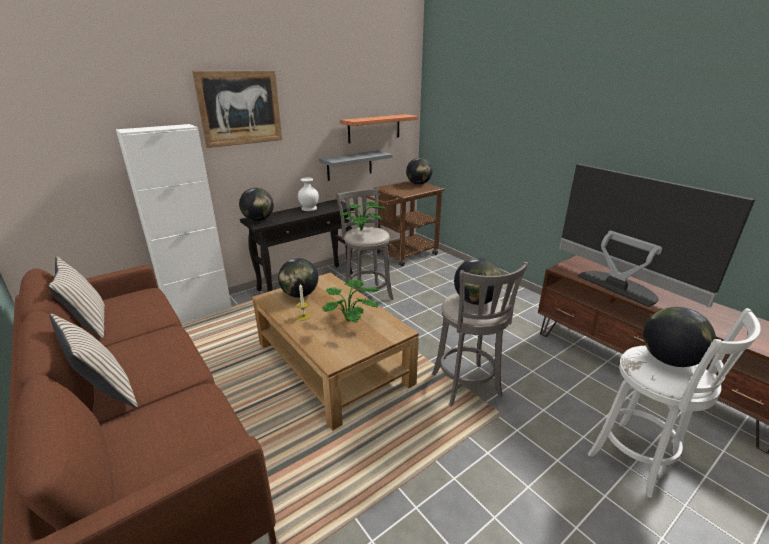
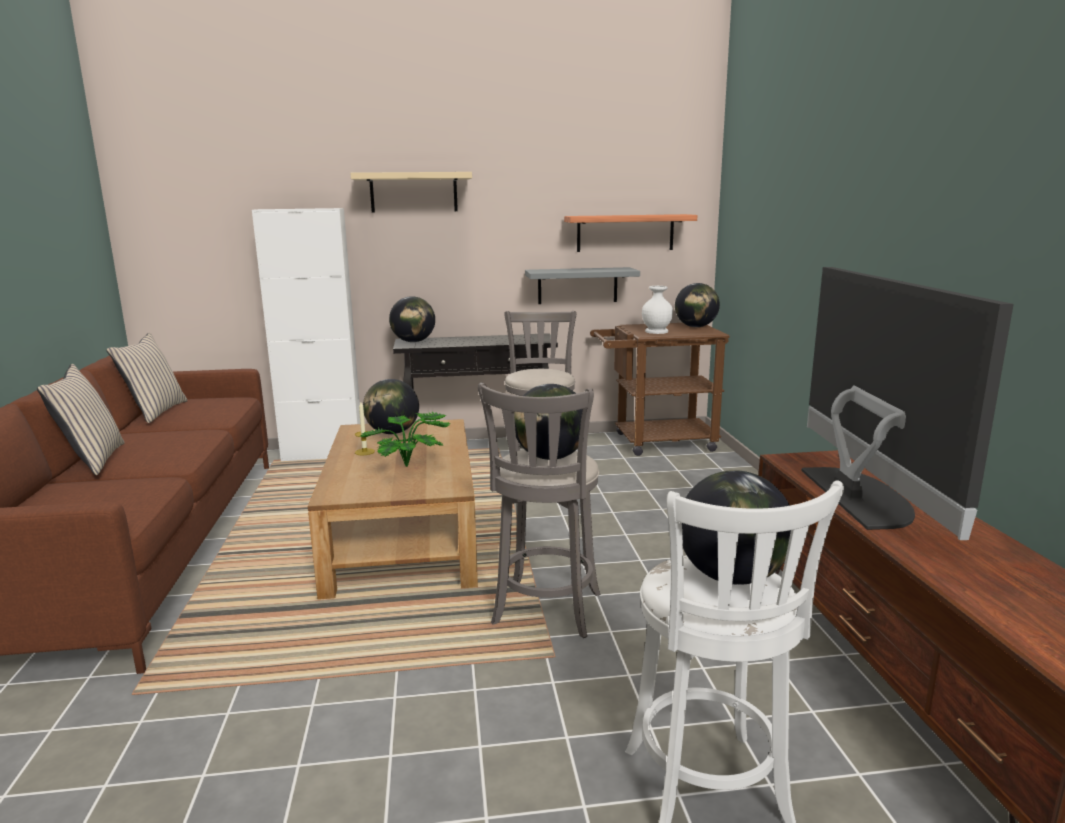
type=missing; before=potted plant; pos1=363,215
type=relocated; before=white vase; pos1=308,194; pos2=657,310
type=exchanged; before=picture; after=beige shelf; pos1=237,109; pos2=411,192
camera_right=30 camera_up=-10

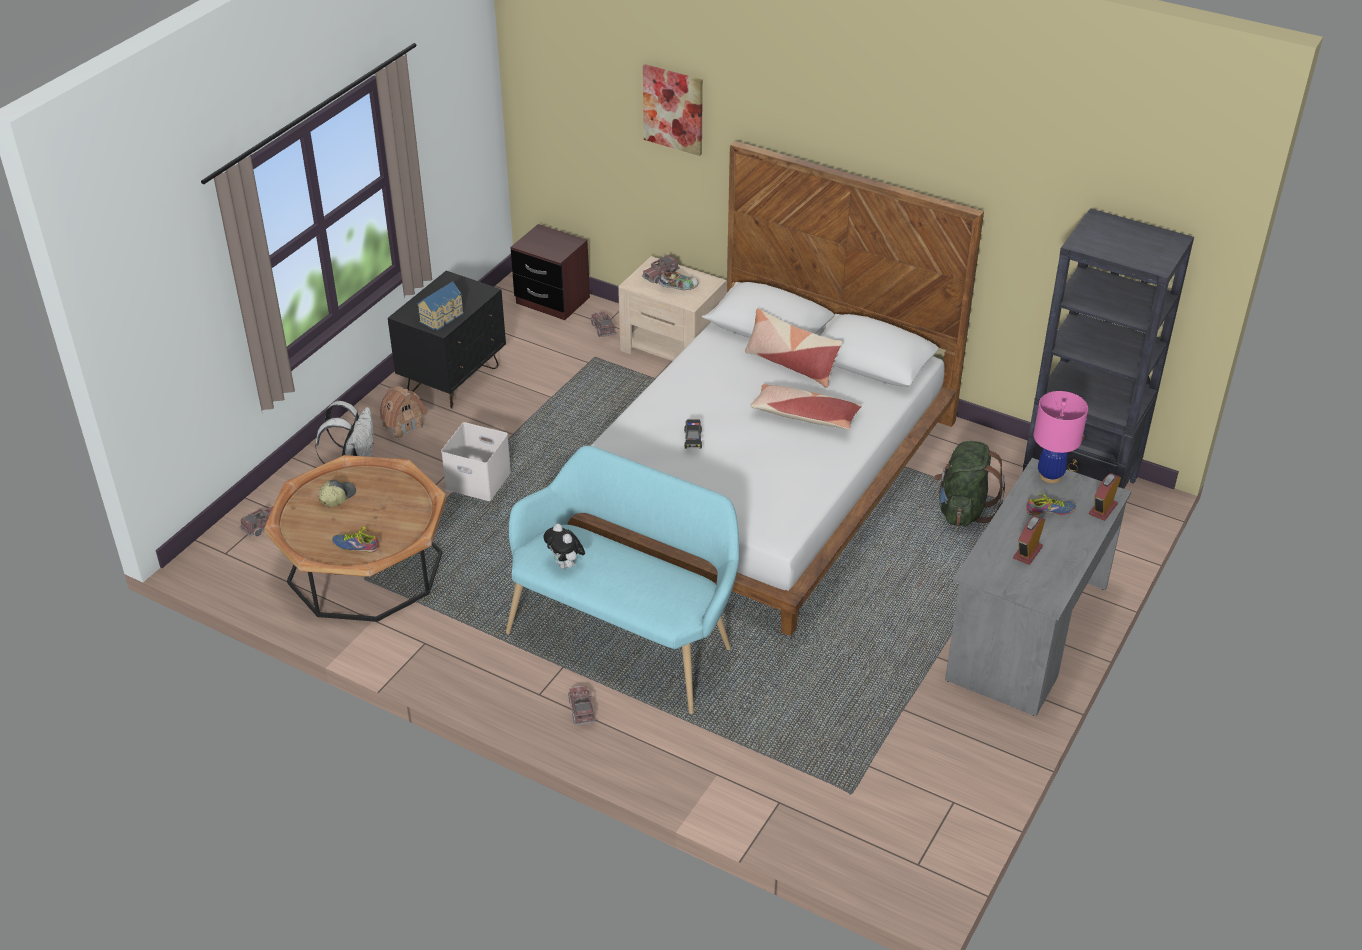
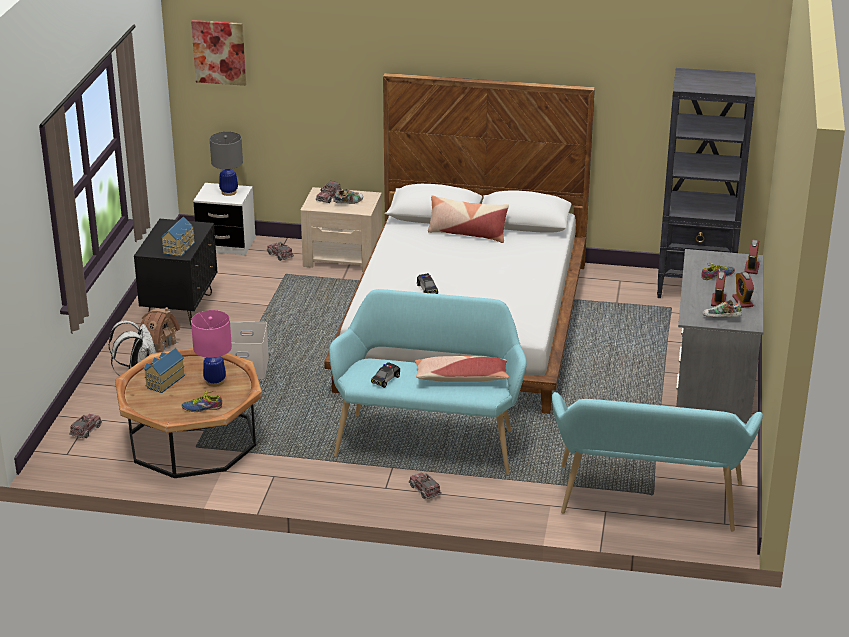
type=missing; before=green backpack; pos1=969,483
type=appeared; after=grey table lamp; pos2=226,164
type=appeared; after=turquoise bench; pos2=657,462
type=appeared; after=shoe; pos2=722,308
type=appeared; after=alarm clock; pos2=743,290
type=relocated; before=picture; pos1=673,110; pos2=218,53
type=relocated; before=pillow; pos1=806,406; pos2=462,369
type=relocated; before=pink table lamp; pos1=1061,437; pos2=211,348
type=exchanged; before=cap; after=toy house; pos1=337,493; pos2=164,370
type=exchanged; before=plush toy; after=toy car; pos1=564,546; pos2=385,375
type=colour; before=brown nightstand; after=white nightstand; pos1=550,272; pos2=224,219
camera_right=-20 camera_up=-10

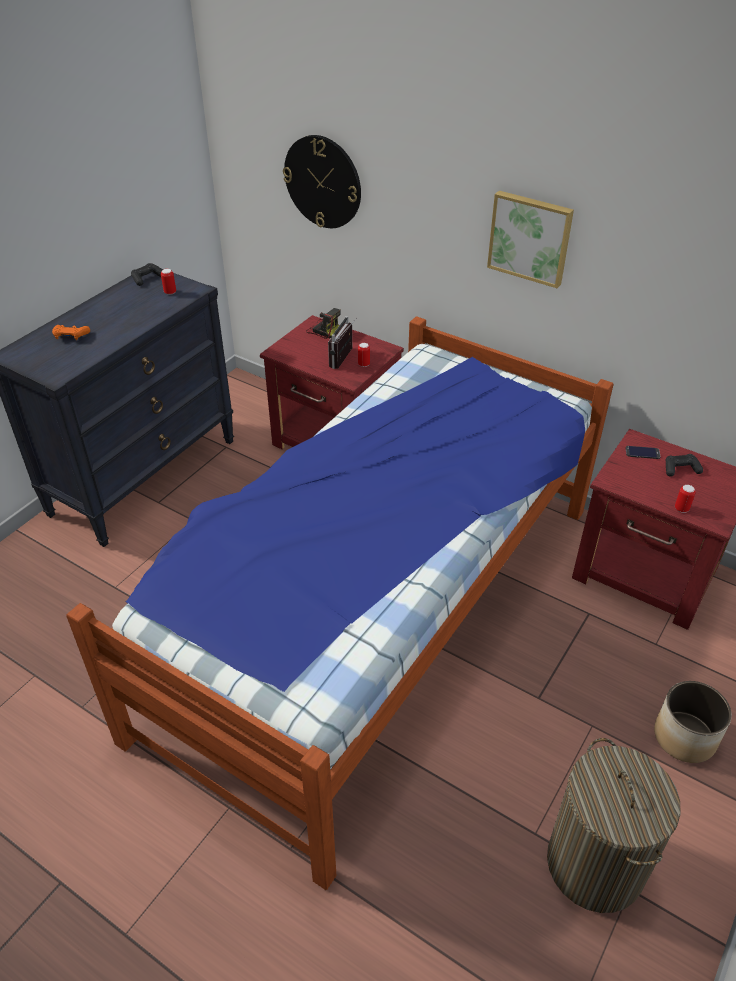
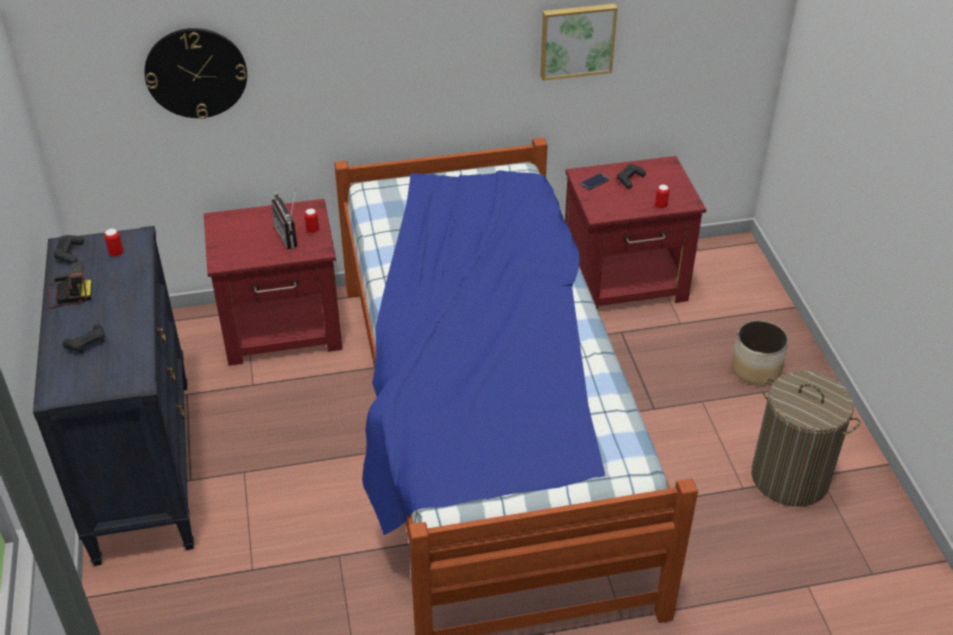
type=relocated; before=photo camera; pos1=323,323; pos2=70,285
type=relocated; before=picture; pos1=530,239; pos2=579,42
type=colour; before=orange game controller; after=black game controller; pos1=71,332; pos2=84,338
camera_right=-45 camera_up=0

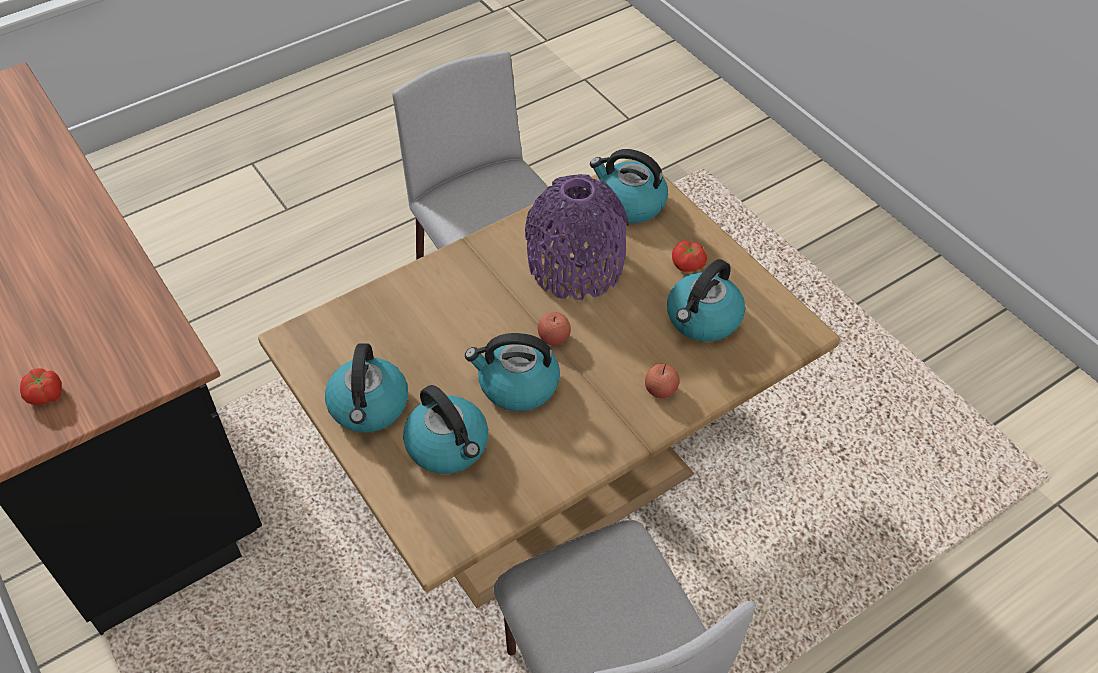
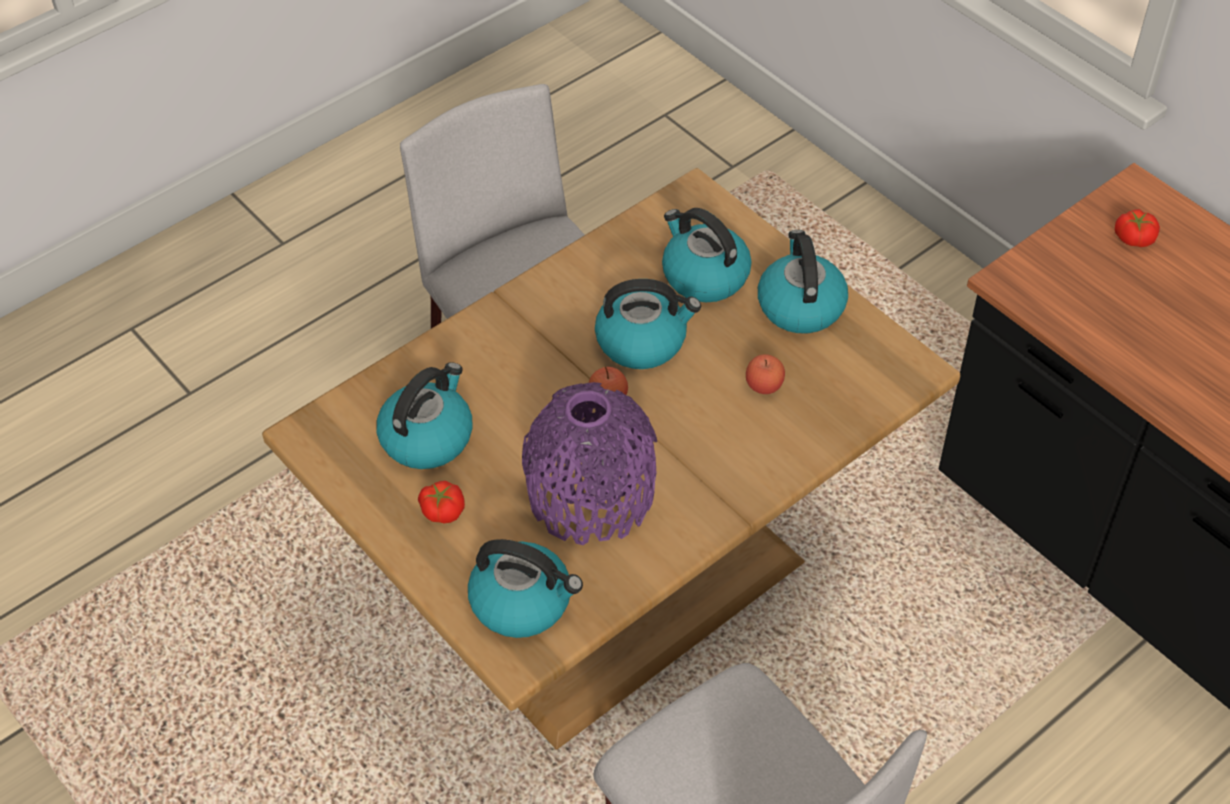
type=relocated; before=apple; pos1=662,381; pos2=765,374
camera_right=175 camera_up=0

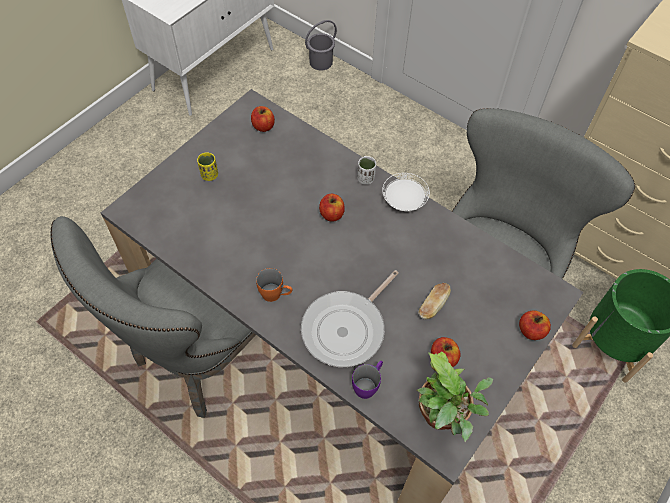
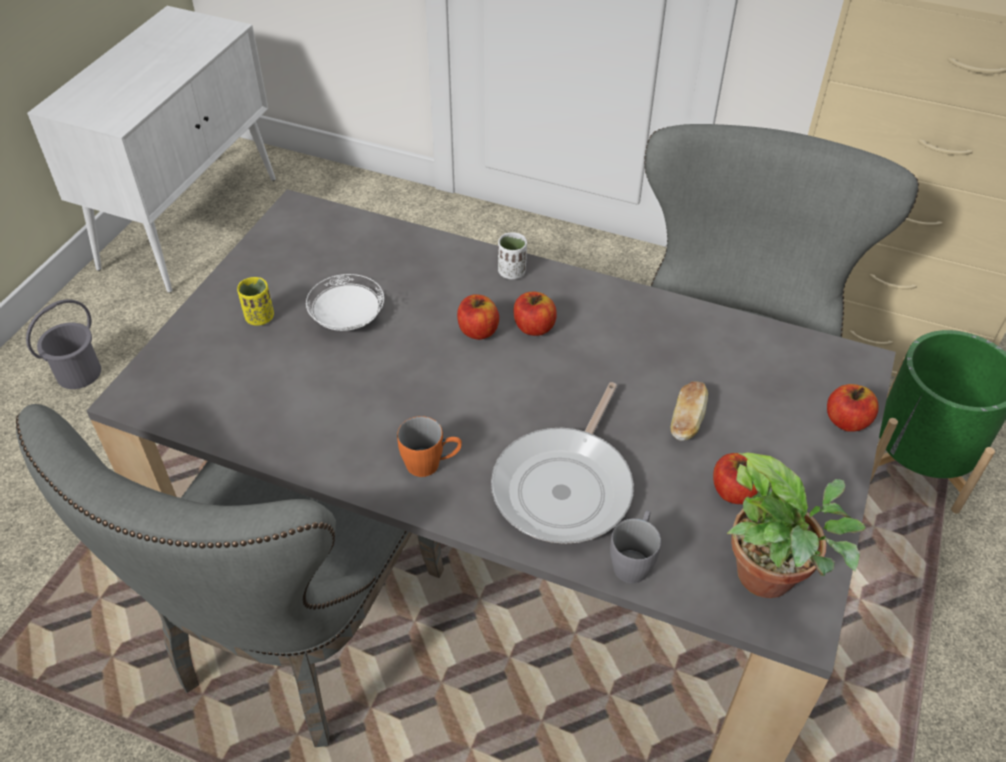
type=relocated; before=apple; pos1=263,119; pos2=535,313
type=relocated; before=grey bucket; pos1=321,45; pos2=63,344
type=relocated; before=white plate; pos1=406,192; pos2=345,302
type=colour; before=purple mug; after=grey mug; pos1=367,379; pos2=635,547
camera_right=-15 camera_up=-10

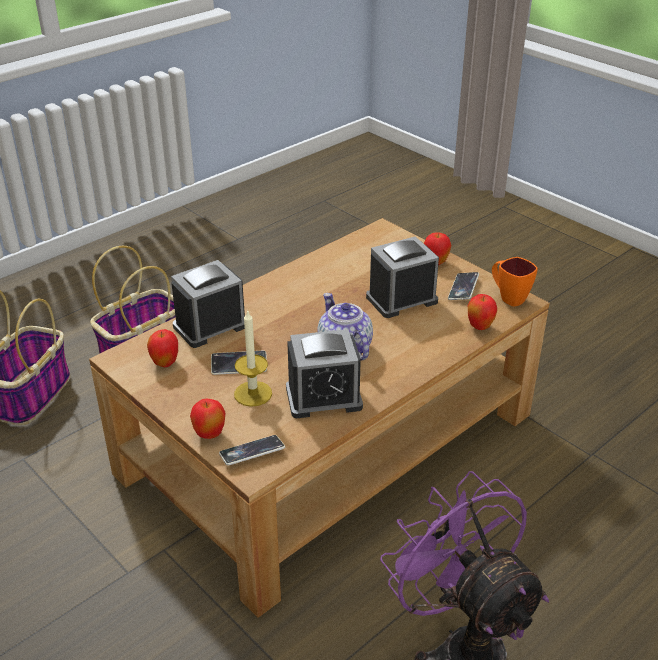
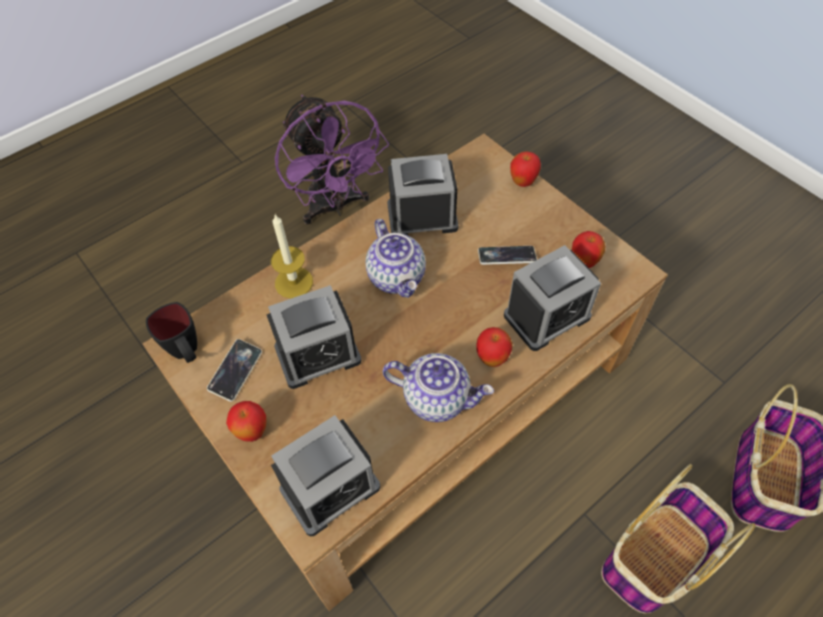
type=missing; before=phone; pos1=252,450
type=appeared; after=alarm clock; pos2=325,475
type=appeared; after=teapot; pos2=438,387
type=relocated; before=candle; pos1=253,358; pos2=292,256
type=relocated; before=apple; pos1=482,312; pos2=494,347
type=colour; before=orange mug; after=black mug; pos1=515,282; pos2=171,332
camera_right=-175 camera_up=20

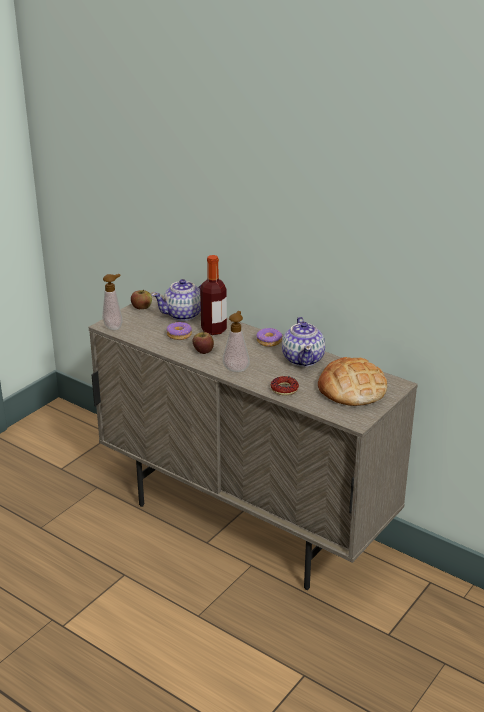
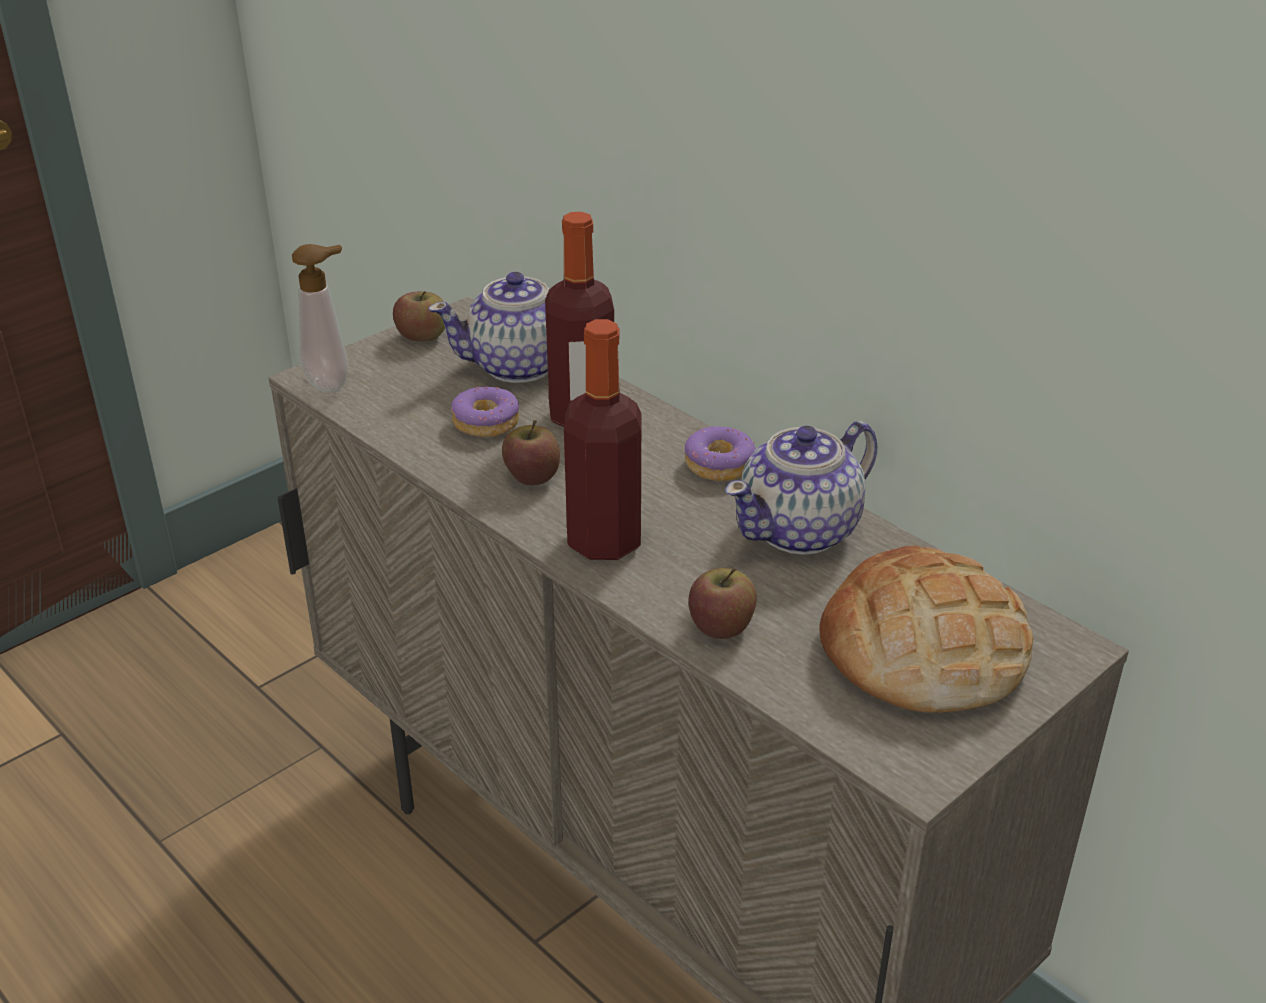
type=exchanged; before=soap dispenser; after=bottle; pos1=236,341; pos2=603,439
type=exchanged; before=donut; after=apple; pos1=284,386; pos2=723,603
type=spun; before=teapot; pos1=303,342; pos2=801,488; turn=45
camera_right=10 camera_up=5

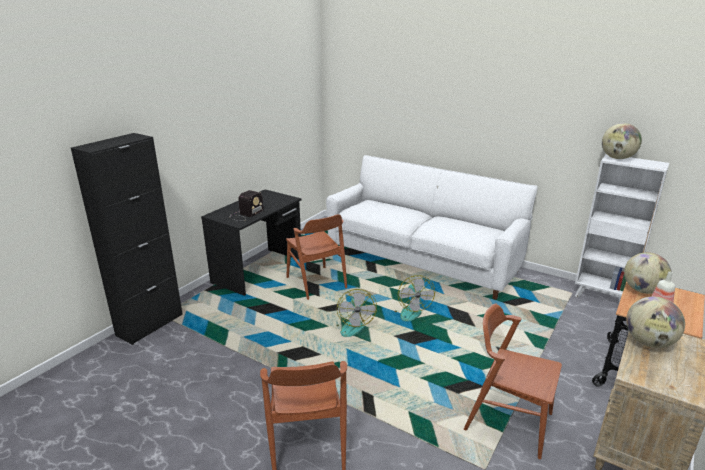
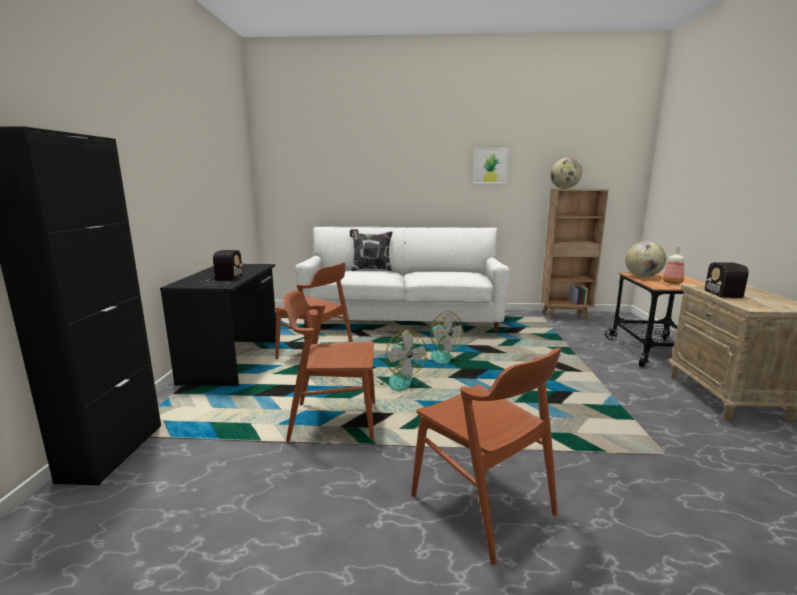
type=appeared; after=pillow; pos2=371,250
type=appeared; after=picture; pos2=492,165
type=relocated; before=brown chair; pos1=513,381; pos2=329,366
type=exchanged; before=globe; after=radio; pos1=655,322; pos2=723,280
type=colour; before=white bookcase; after=brown bookcase; pos1=622,228; pos2=575,254
camera_right=-30 camera_up=-10

